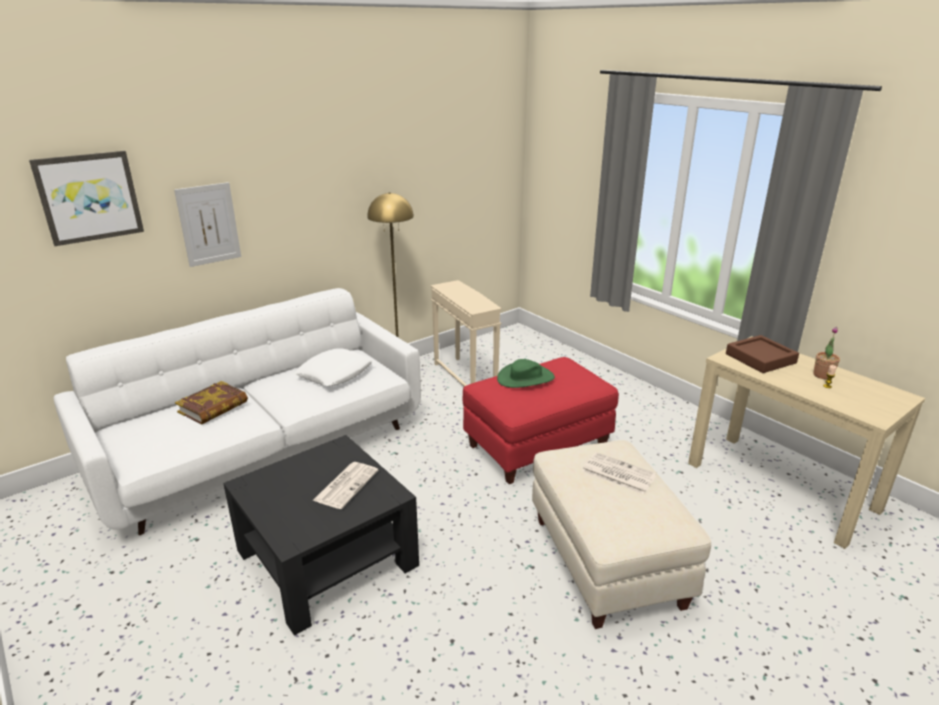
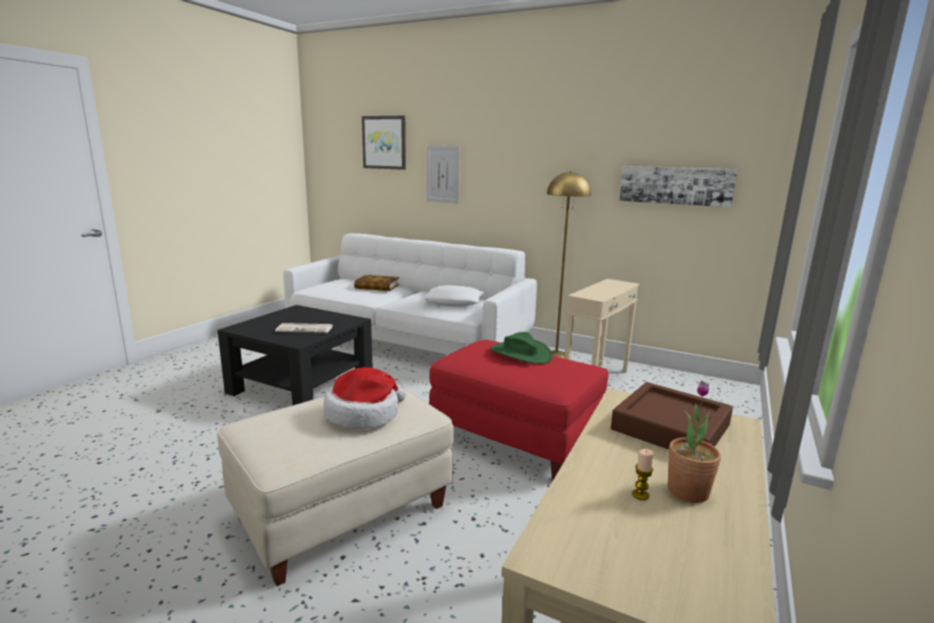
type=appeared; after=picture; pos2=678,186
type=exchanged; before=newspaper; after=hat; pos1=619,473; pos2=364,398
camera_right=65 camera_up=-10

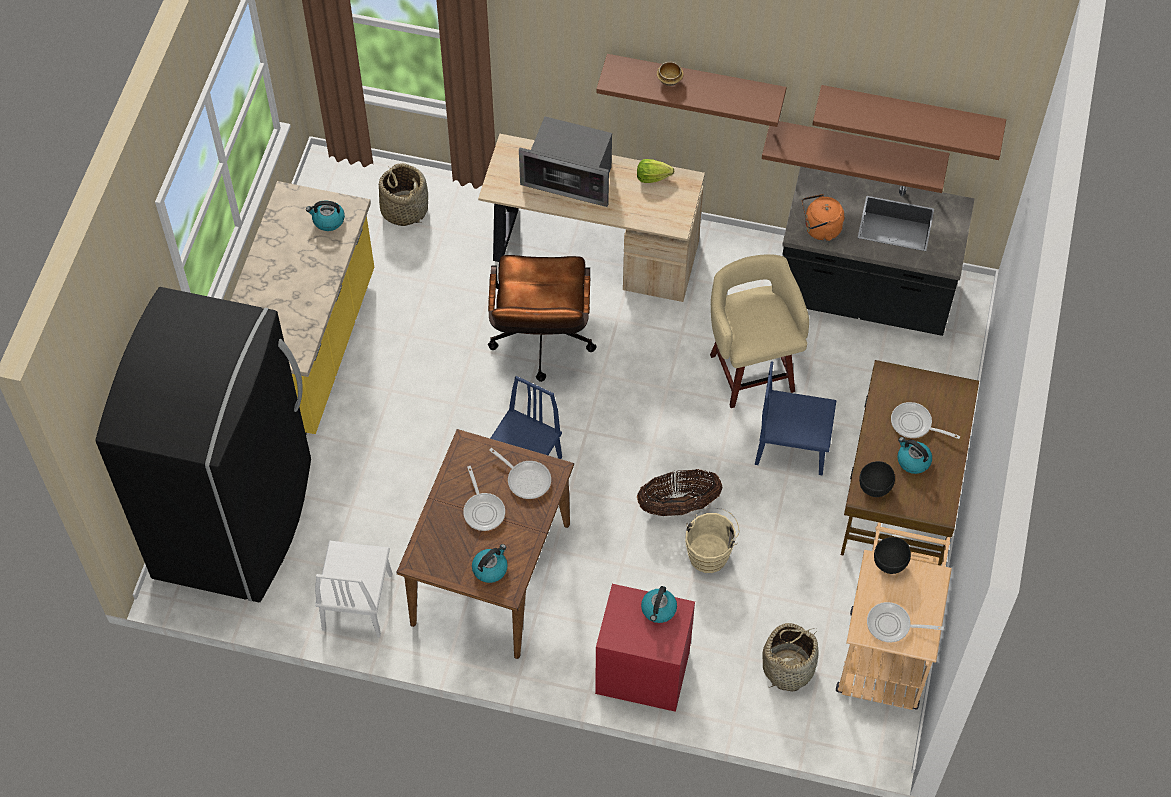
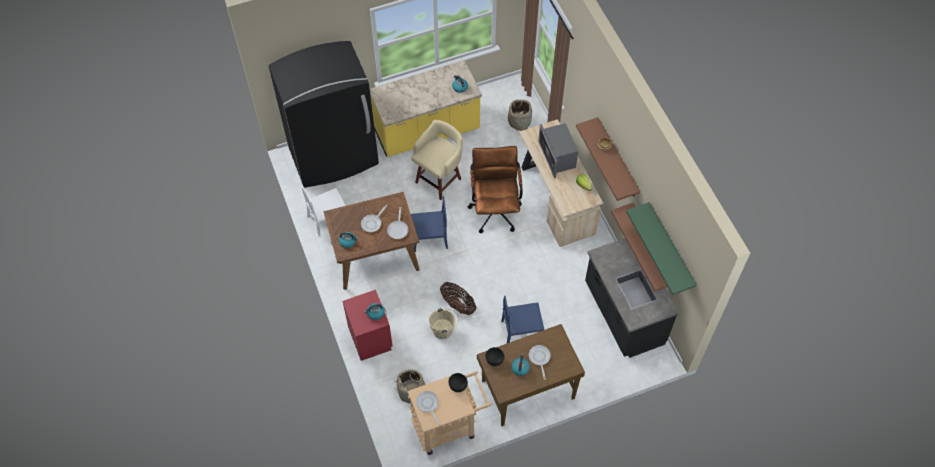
type=missing; before=orange kettle; pos1=823,217
type=relocated; before=beige stool; pos1=759,331; pos2=437,160
type=colour; before=brown shelf; after=green shelf; pos1=909,122; pos2=661,248
type=spun; before=brown office chair; pos1=542,318; pos2=495,189; turn=120
type=spun; before=blue chair; pos1=796,418; pos2=522,319; turn=-75
camera_right=55 camera_up=0

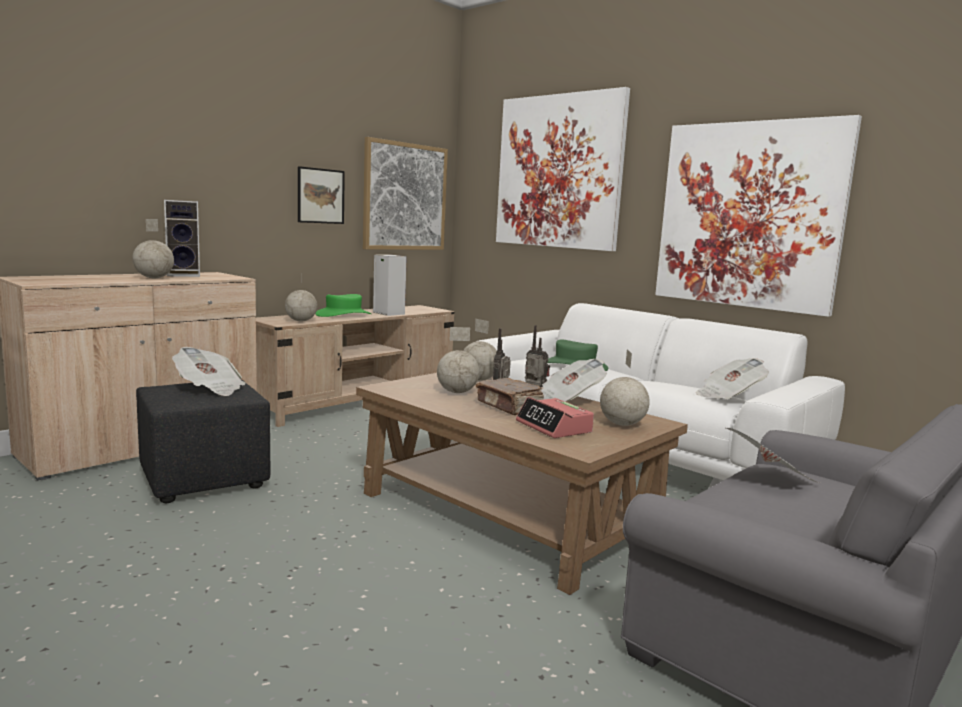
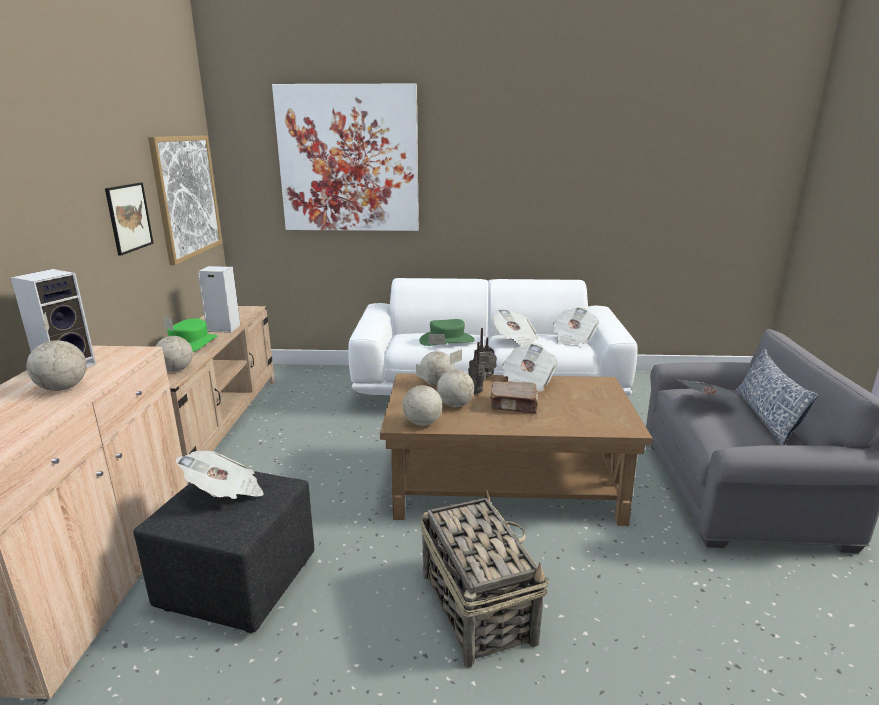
type=missing; before=alarm clock; pos1=555,417
type=missing; before=picture; pos1=758,216
type=appeared; after=basket; pos2=484,579
type=appeared; after=newspaper; pos2=515,328
type=appeared; after=pillow; pos2=777,396
type=relocated; before=globe; pos1=625,387; pos2=422,395
camera_right=-40 camera_up=10

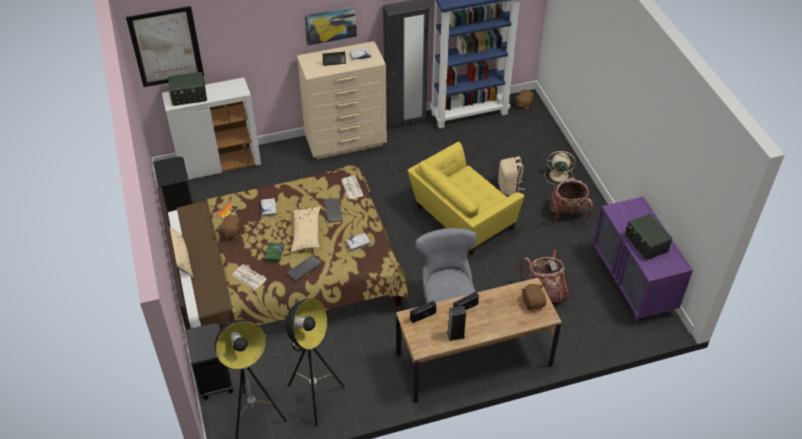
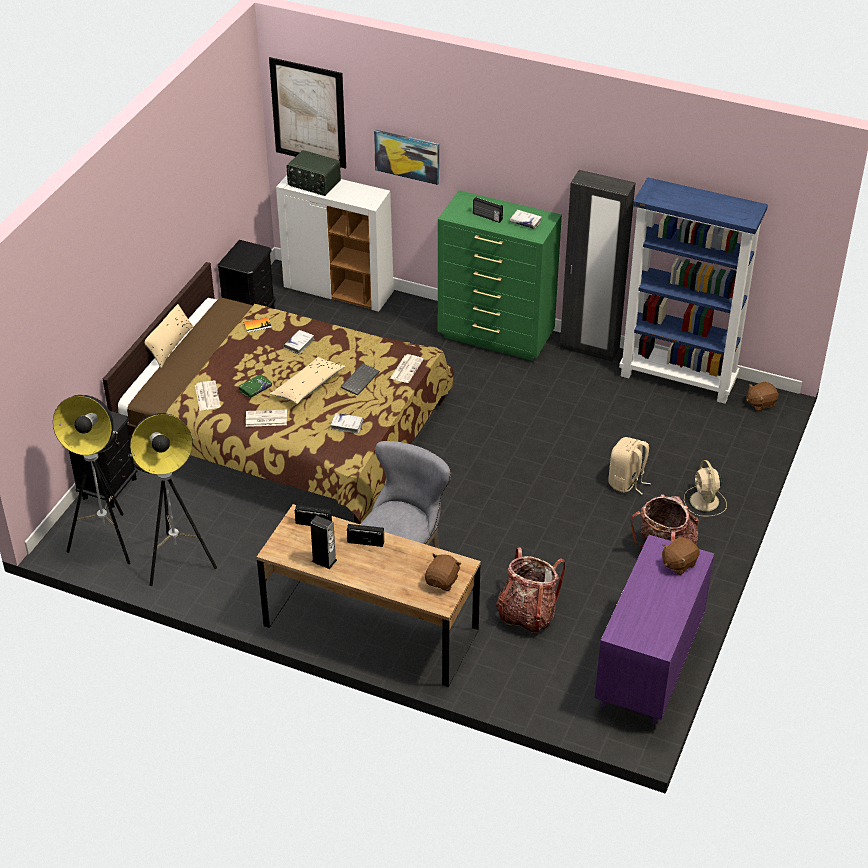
type=missing; before=yellow armchair; pos1=466,199
type=missing; before=radio; pos1=648,237
type=relocated; before=brown plush toy; pos1=230,227; pos2=681,556
type=relocated; before=picture; pos1=330,26; pos2=406,157
type=exchanged; before=keyboard; after=newspaper; pos1=304,268; pos2=266,418
type=colour; before=beige dresser; after=green dresser; pos1=342,100; pos2=500,275
type=spun; before=beige fan; pos1=560,168; pos2=705,488; turn=-150
camera_right=40 camera_up=-5

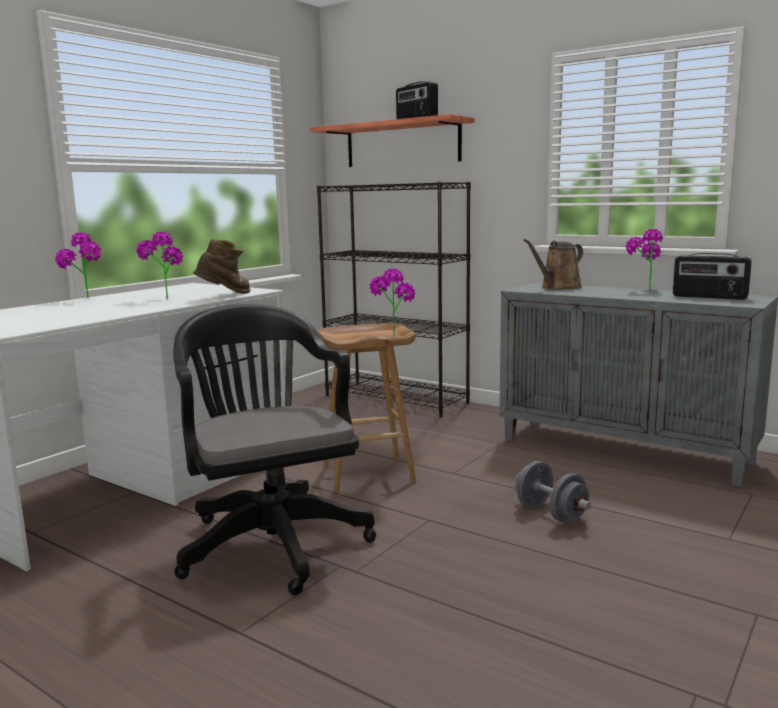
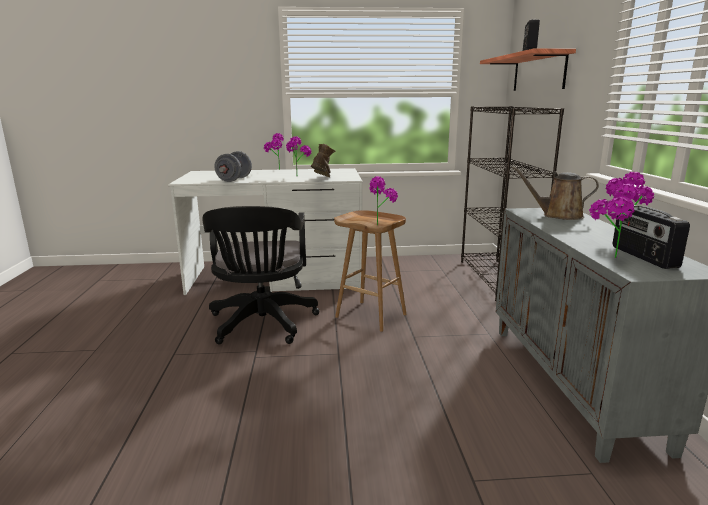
type=appeared; after=potted plant; pos2=614,221
type=relocated; before=grey dumbbell; pos1=553,492; pos2=233,166
type=spun; before=black office chair; pos1=274,449; pos2=261,275; turn=150
type=spun; before=brown boot; pos1=221,266; pos2=323,161; turn=-75
camera_right=50 camera_up=5

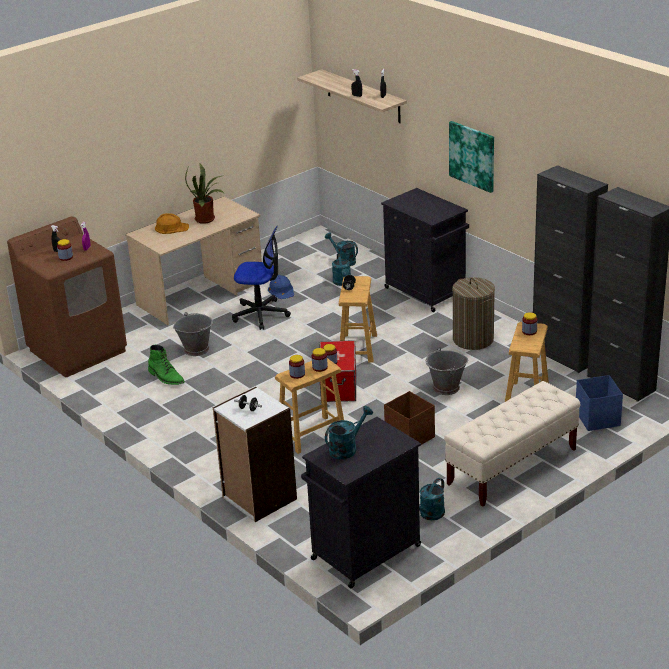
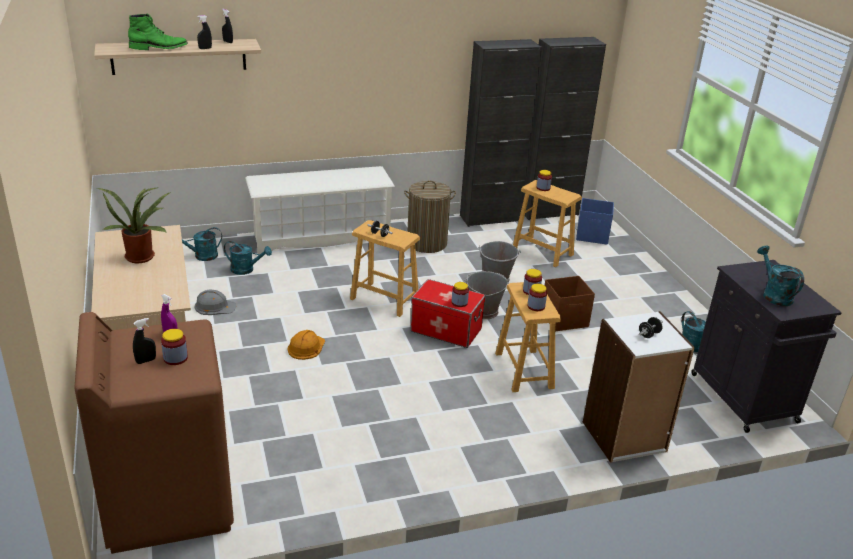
type=missing; before=office chair; pos1=261,278
type=missing; before=beige bench; pos1=512,444
type=missing; before=picture; pos1=471,157
type=relocated; before=green boot; pos1=166,365; pos2=158,32
type=relocated; before=orange hard hat; pos1=172,223; pos2=306,345
type=relocated; before=grey bucket; pos1=193,334; pos2=487,295
type=exchanged; before=black cabinet; after=white shoe rack; pos1=425,250; pos2=320,210
type=colour; before=blue hard hat; after=grey hard hat; pos1=281,287; pos2=215,302
camera_right=-70 camera_up=0

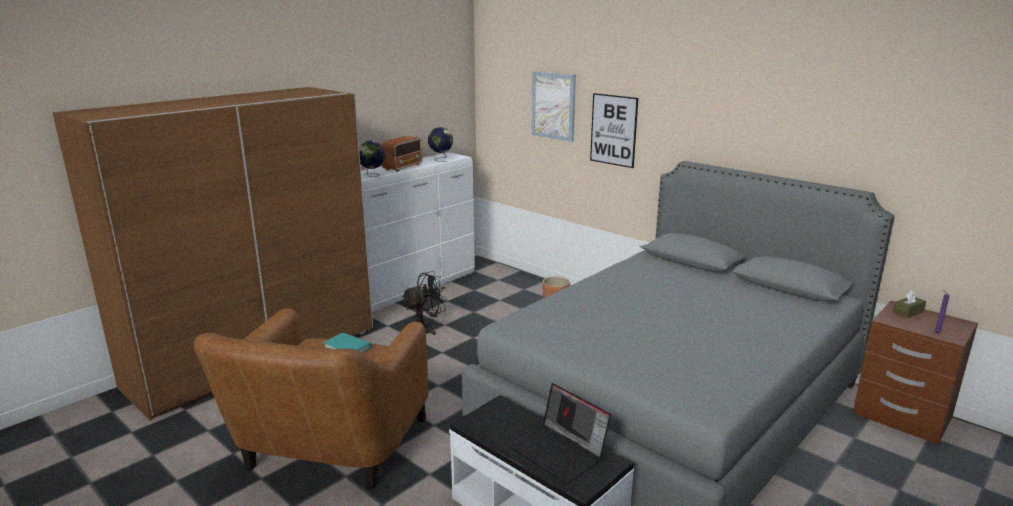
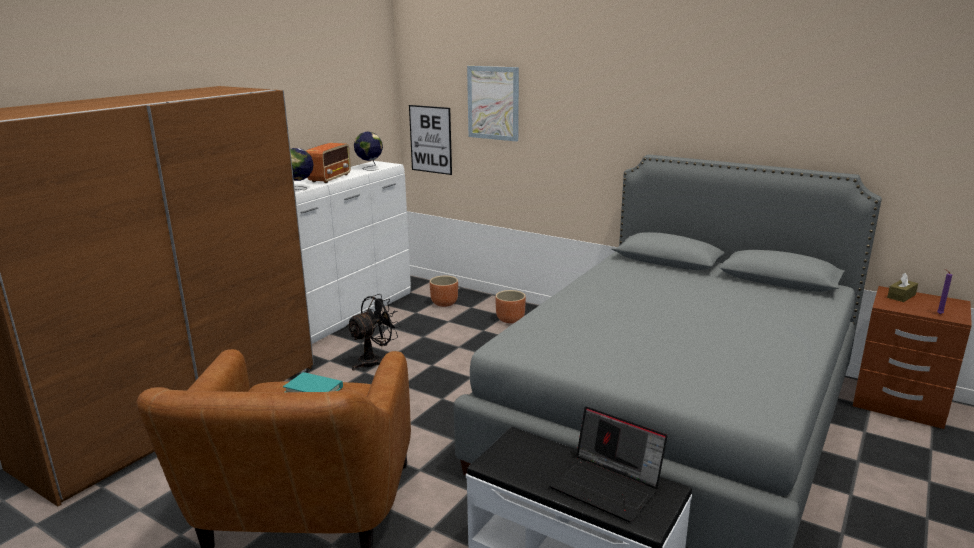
type=appeared; after=brown planter; pos2=444,291
type=relocated; before=picture; pos1=614,130; pos2=430,140
camera_right=-10 camera_up=0

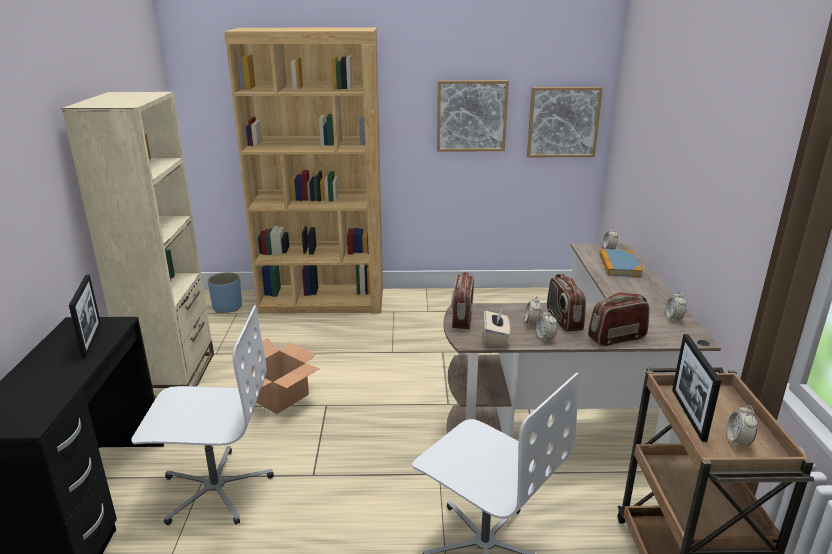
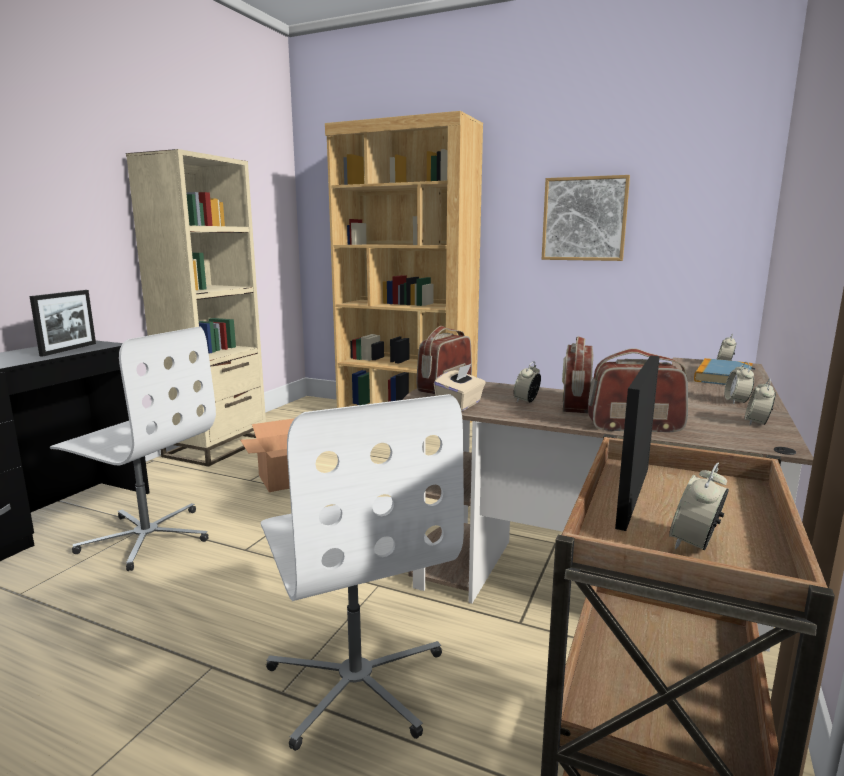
type=missing; before=blue planter; pos1=224,292
type=missing; before=picture; pos1=565,122
type=relocated; before=alarm clock; pos1=546,325; pos2=739,383
camera_right=25 camera_up=-10

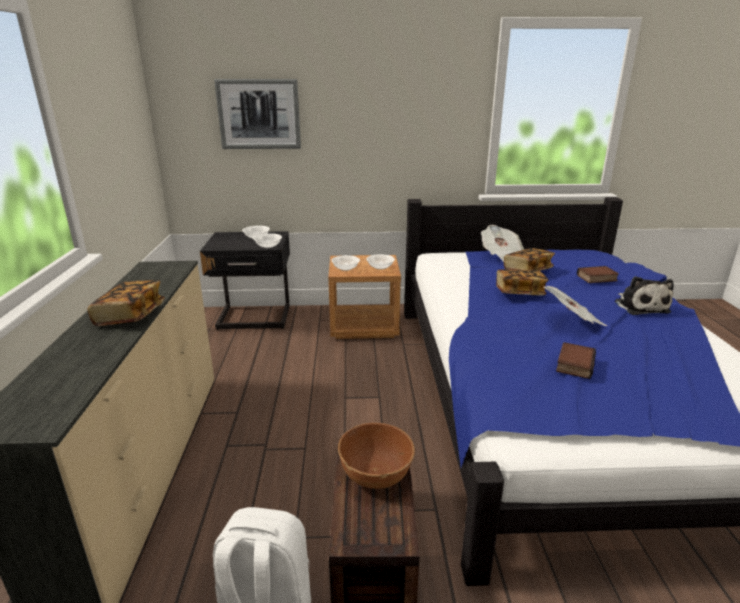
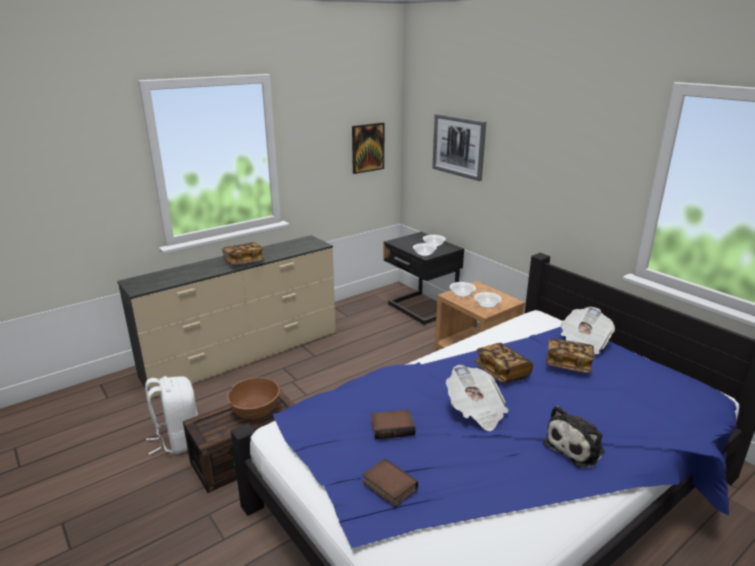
type=appeared; after=picture; pos2=368,148
type=relocated; before=book; pos1=598,274; pos2=390,482
camera_right=55 camera_up=0

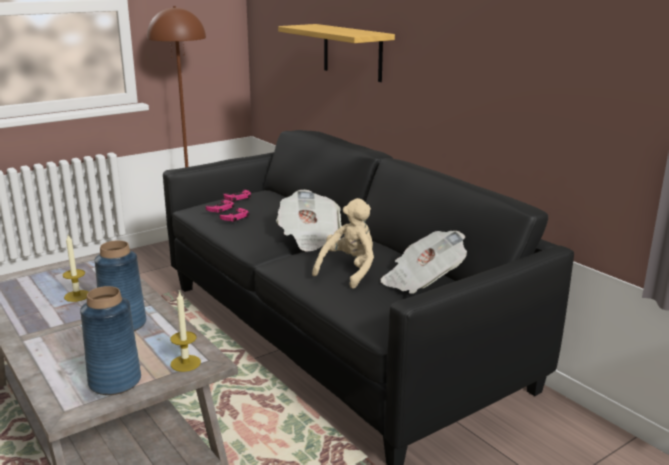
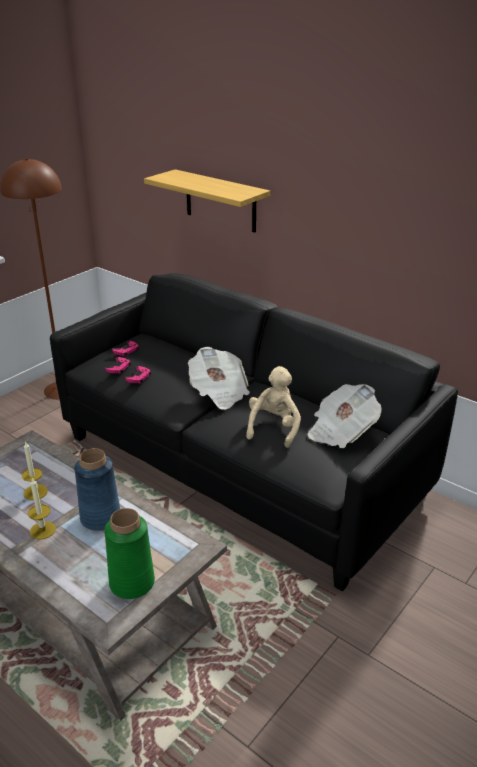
type=relocated; before=candle; pos1=185,331; pos2=42,508
type=colour; before=blue vase; after=green vase; pos1=110,340; pos2=129,553
camera_right=-15 camera_up=10

